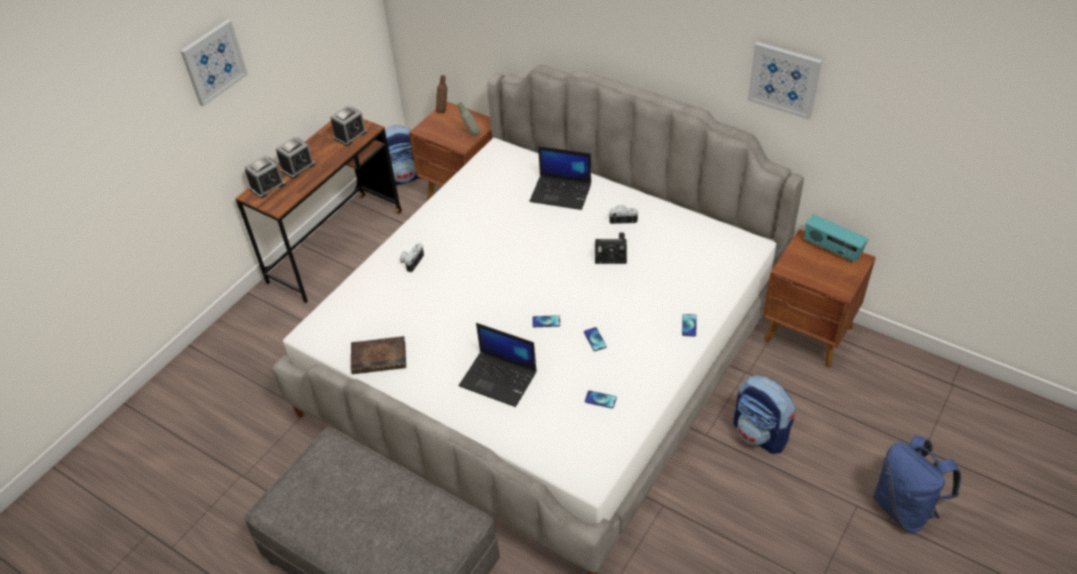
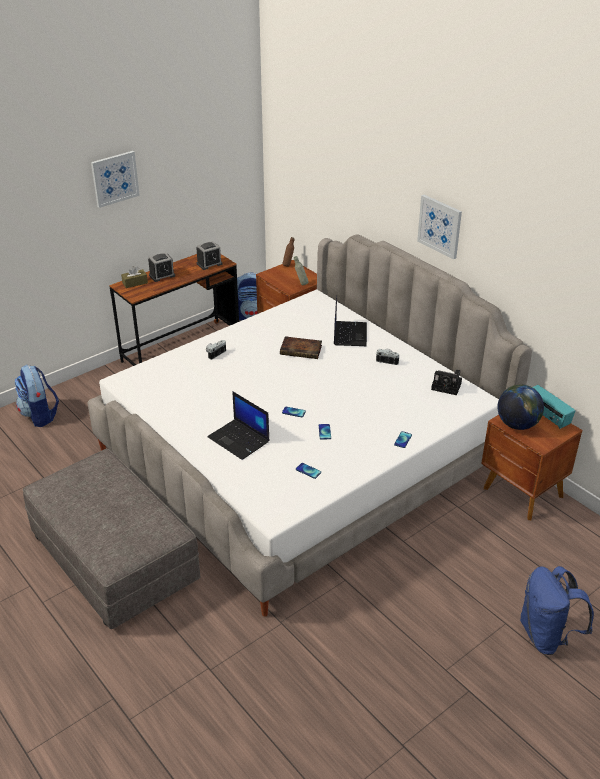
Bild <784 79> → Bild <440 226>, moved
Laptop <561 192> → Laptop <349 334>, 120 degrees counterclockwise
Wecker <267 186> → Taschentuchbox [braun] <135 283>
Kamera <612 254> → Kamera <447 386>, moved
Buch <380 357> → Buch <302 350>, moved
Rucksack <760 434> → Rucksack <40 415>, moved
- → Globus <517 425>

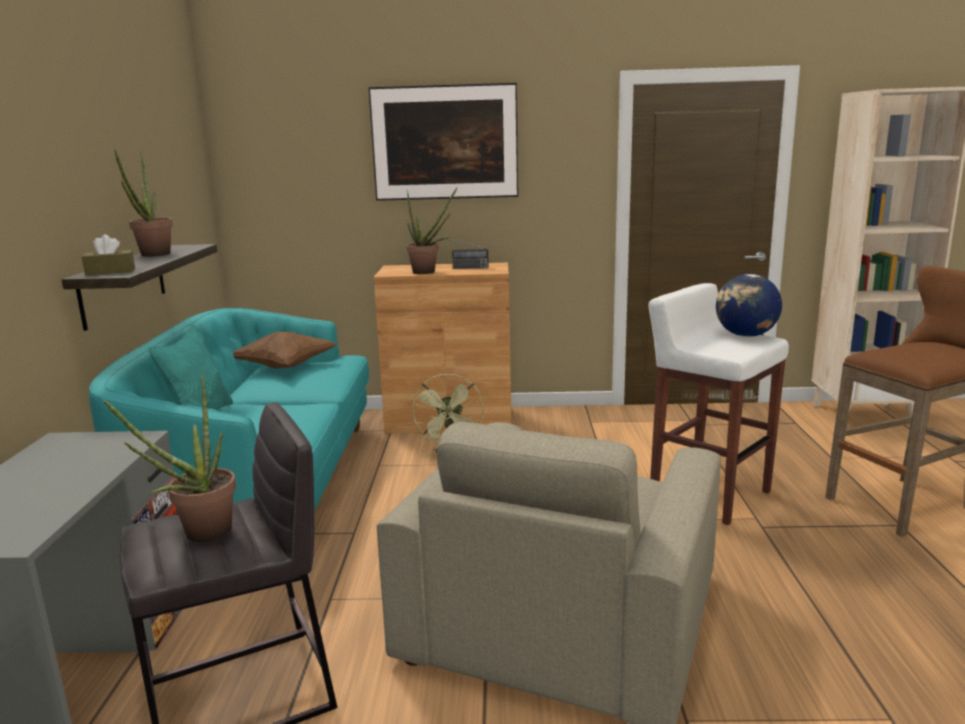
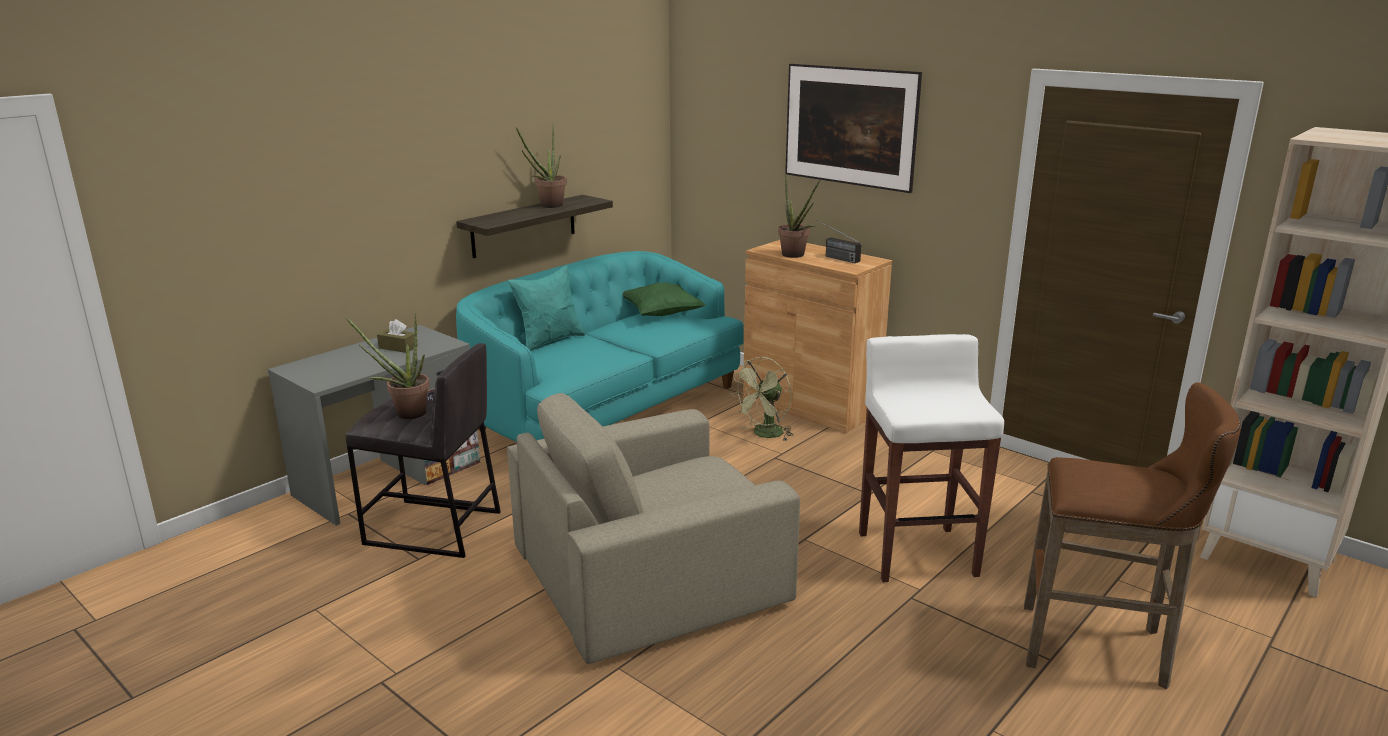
Taschentuchbox [braun] <110 271> → Taschentuchbox [braun] <398 347>, moved
Globus <745 335> → -
Kissen [braun] <285 367> → Kissen [grün] <662 314>

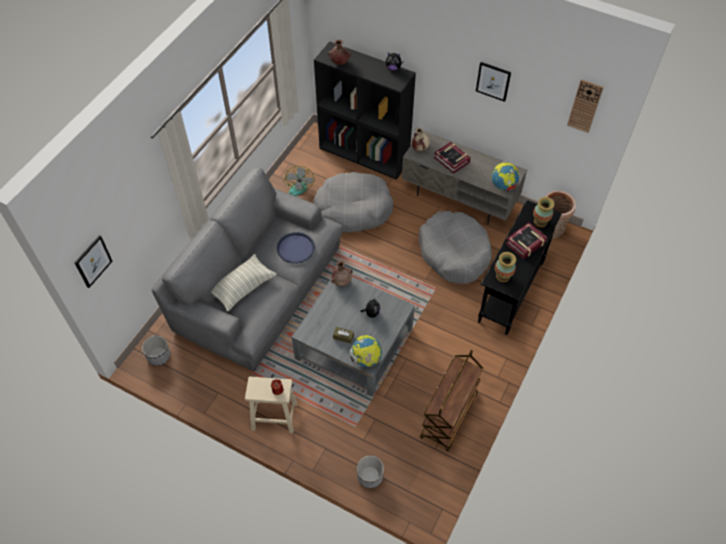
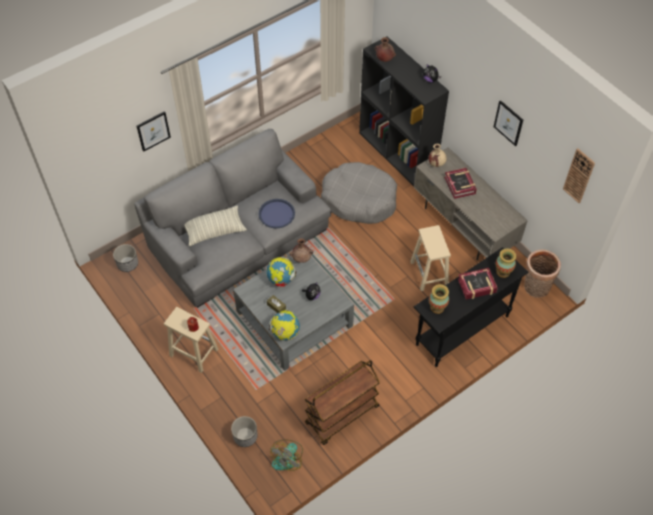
Globus <503 185> → Globus <281 280>, moved
Ventilator <298 185> → Ventilator <287 457>, moved
Hundebett [grau] <454 253> → Hocker [beige] <429 274>
Bild <93 261> → Bild <153 131>, moved

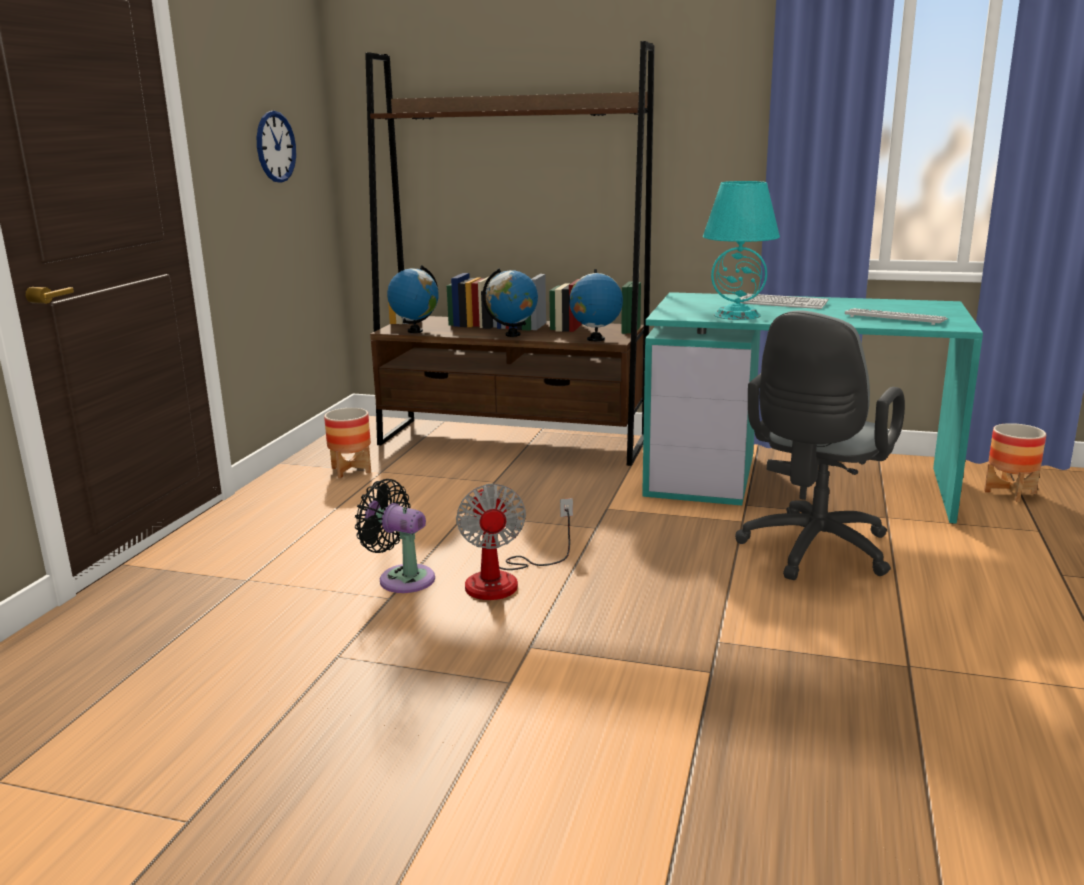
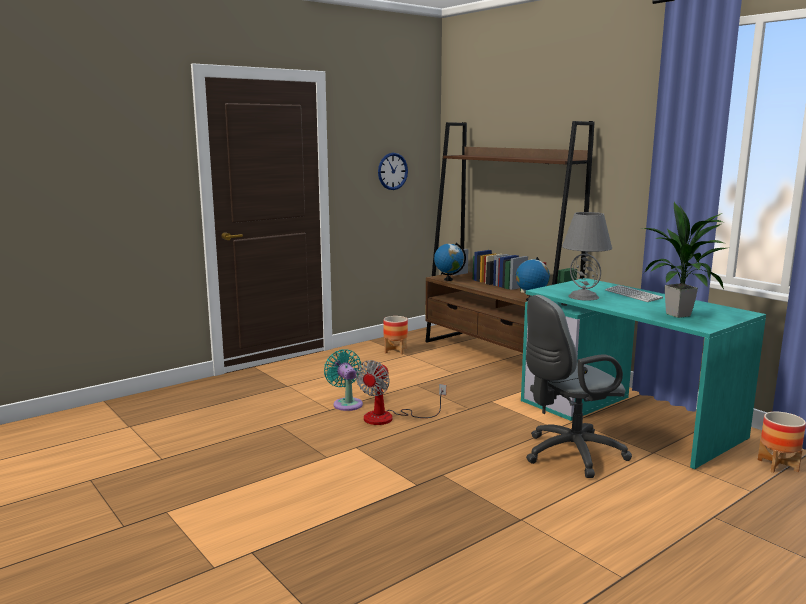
Tischlampe [türkis] <736 315> → Tischlampe [grau] <583 296>
Globus <512 335> → -
Tastatur <895 318> → Topfpflanze <678 315>
Ventilator [schwarz] <402 578> → Ventilator [türkis] <347 403>

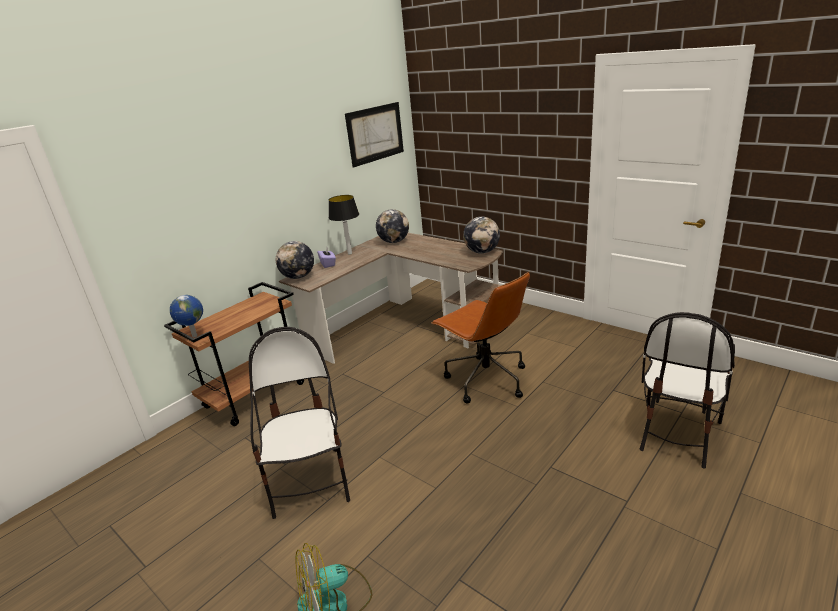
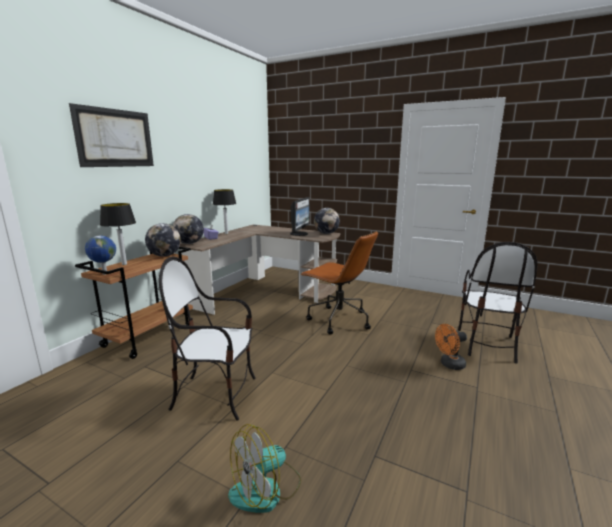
Bild <375 133> → Bild <115 138>, moved
Globus <394 242> → Globus <165 256>, moved
Stuhl <311 482> → Stuhl <216 394>, 60 degrees counterclockwise
- → Monitor <299 234>
- → Tischlampe <124 264>
- → Ventilator [orange] <449 365>

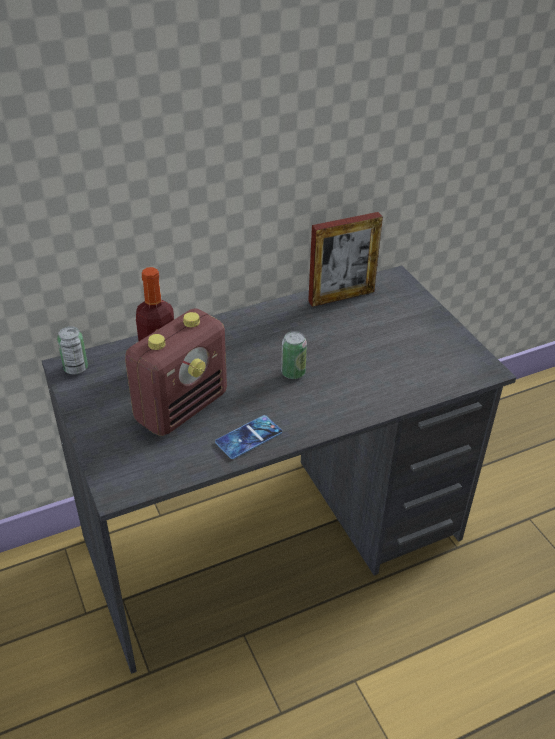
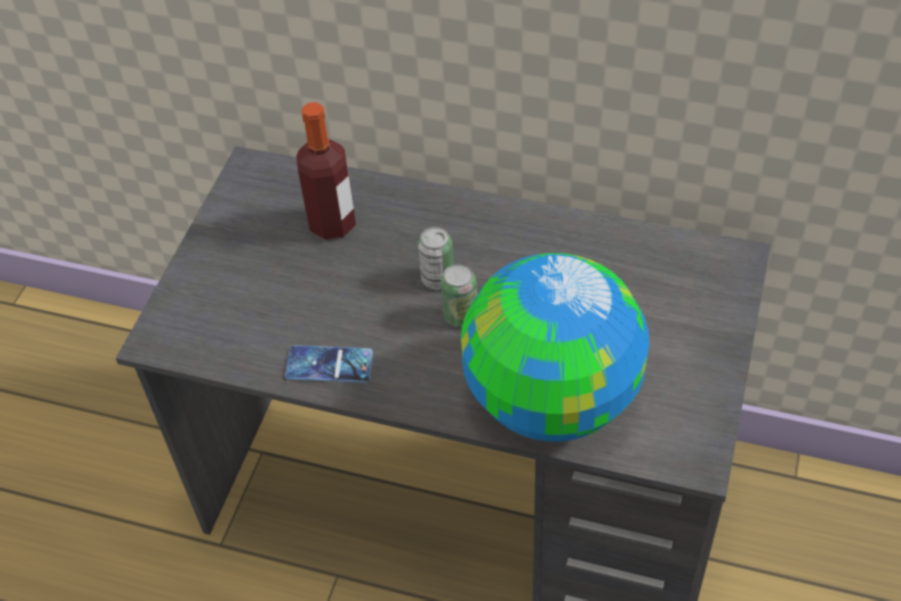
Bilderrahmen <341 296> → -
Radio <182 407> → -
Dose <76 368> → Dose <437 279>, moved
- → Globus <552 400>

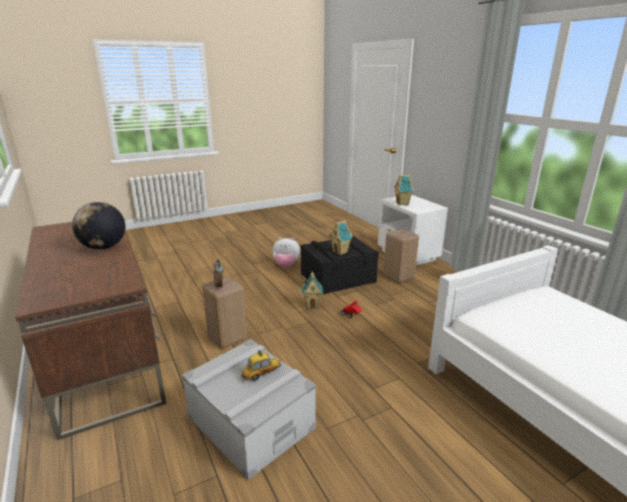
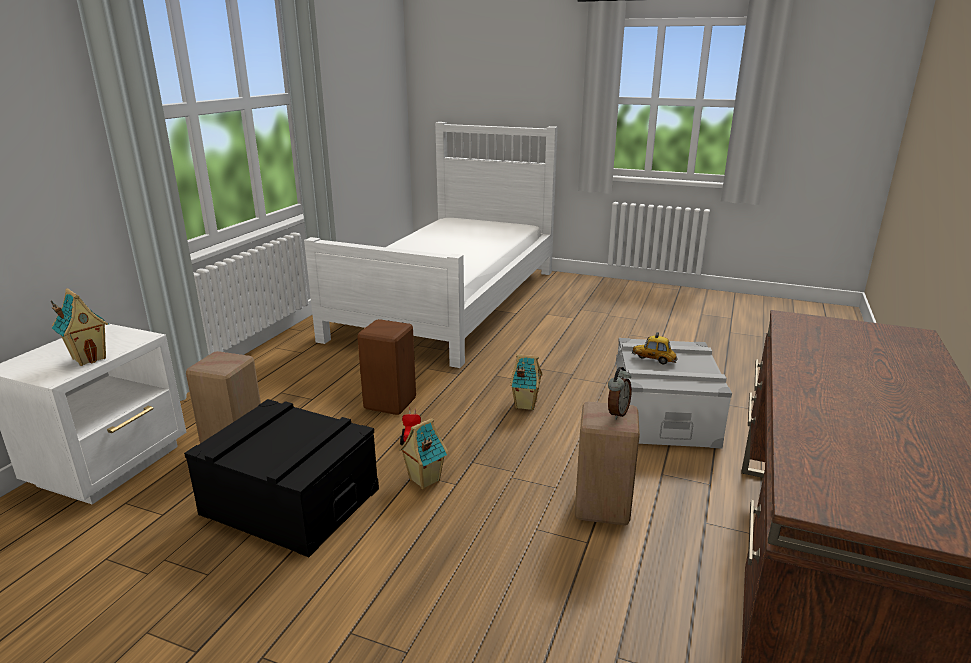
Globus <103 247> → -
Spielzeughaus <340 252> → Spielzeughaus <525 404>, moved
Plüschtier <286 266> → -
- → Hocker [braun] <389 402>

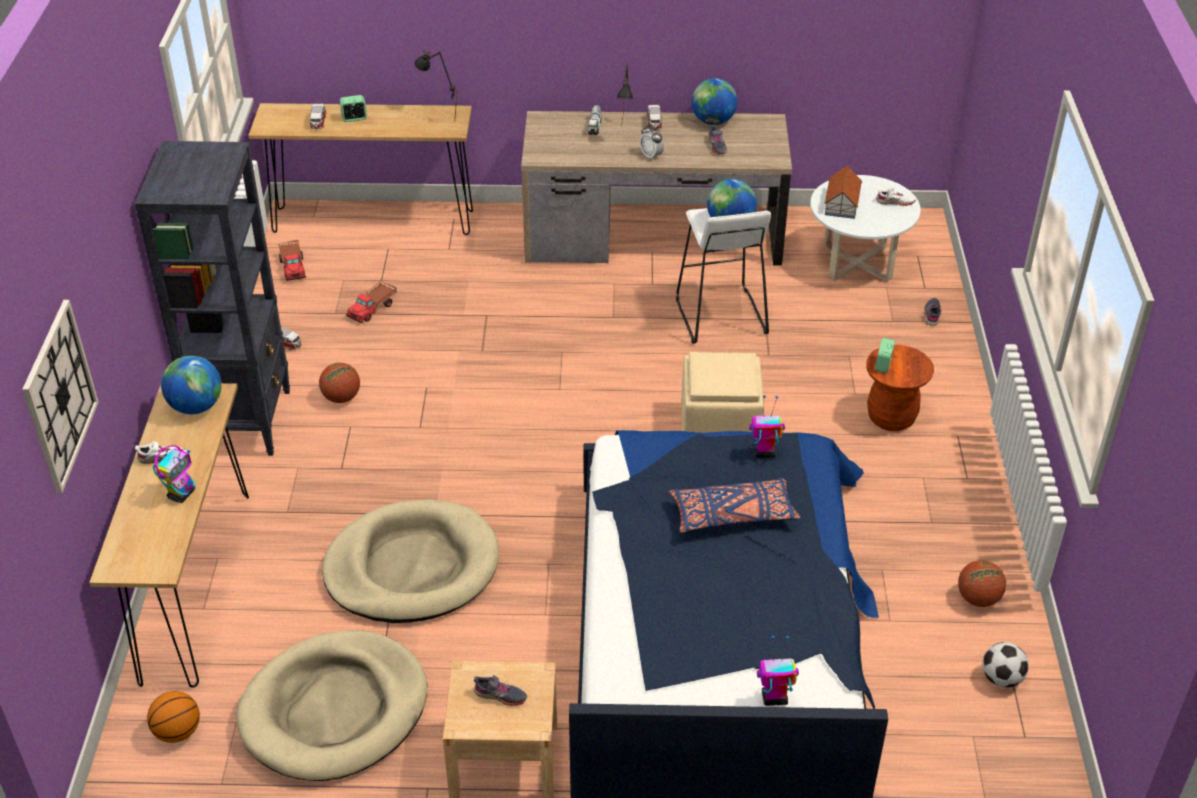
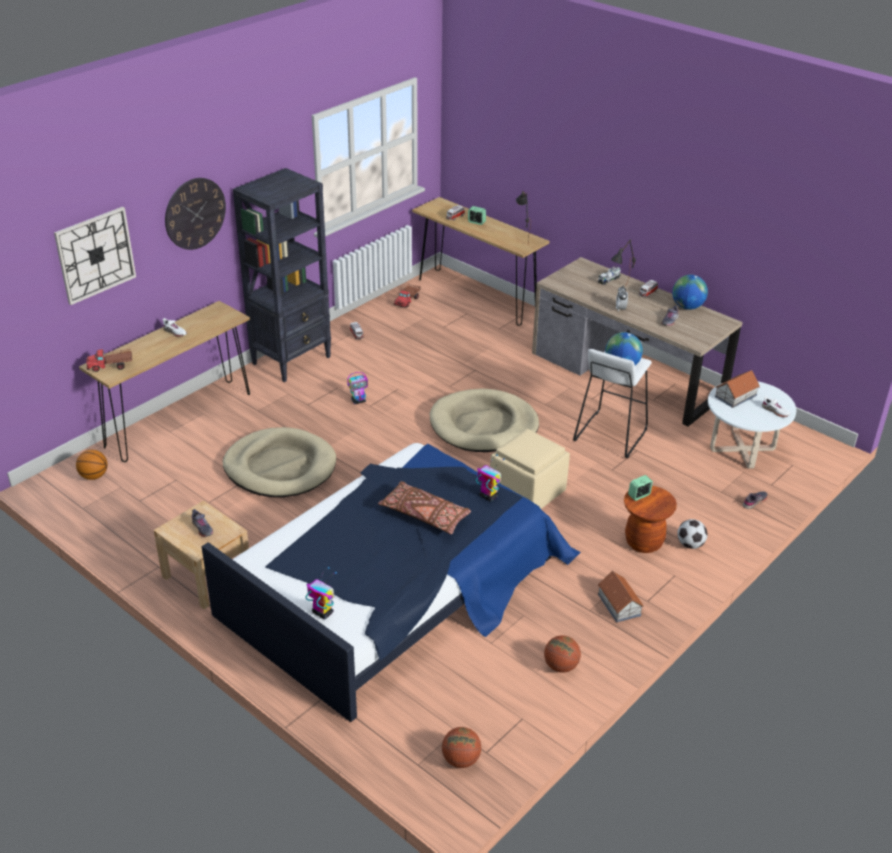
Spielzeuglaster <373 308> → Spielzeuglaster <111 366>, moved
Globus <196 407> → -
Basketball <341 398> → Basketball <461 759>, moved
Spielzeugroboter <182 494> → Spielzeugroboter <358 401>, moved
Kissen [blau] <733 515> → Kissen [braun] <425 515>
Hundebett [beige] <335 710> → Hundebett [beige] <483 425>, moved
Fußball <1001 679> → Fußball <690 545>, moved
- → Wanduhr <195 213>
- → Spielzeughaus <619 605>

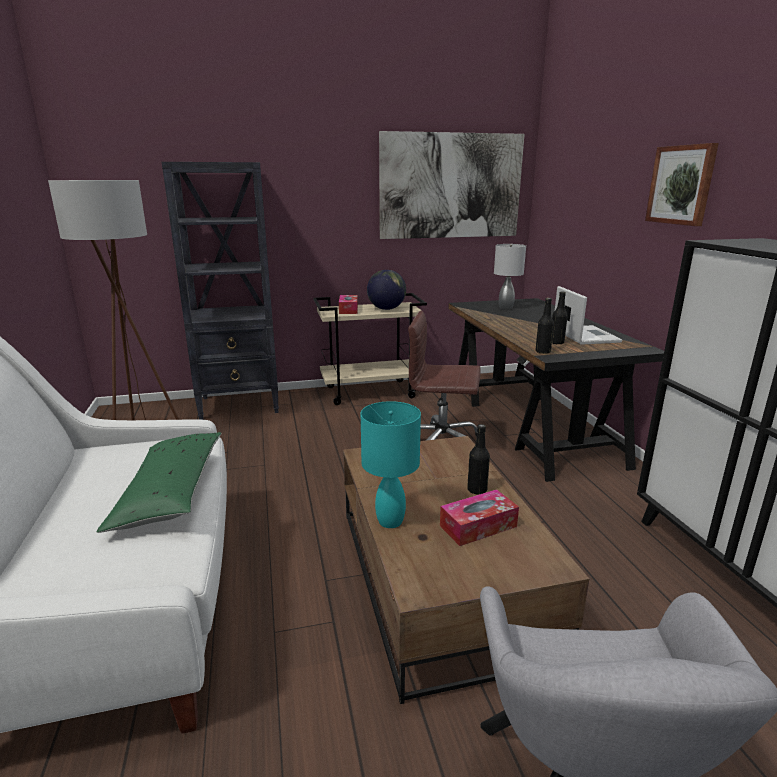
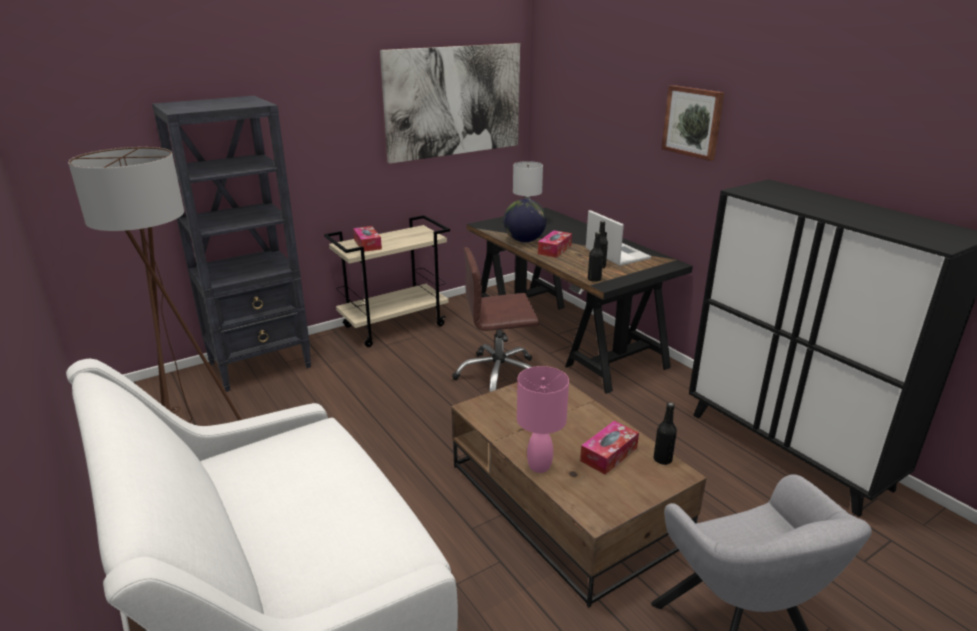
Globus <386 309> → Globus <524 241>, moved
Tischlampe [türkis] <390 521> → Tischlampe [rosa] <539 466>
Flasche [schwarz] <477 490> → Flasche [schwarz] <662 459>, moved
Kissen [grün] <170 492> → -
- → Taschentuchbox <554 249>

